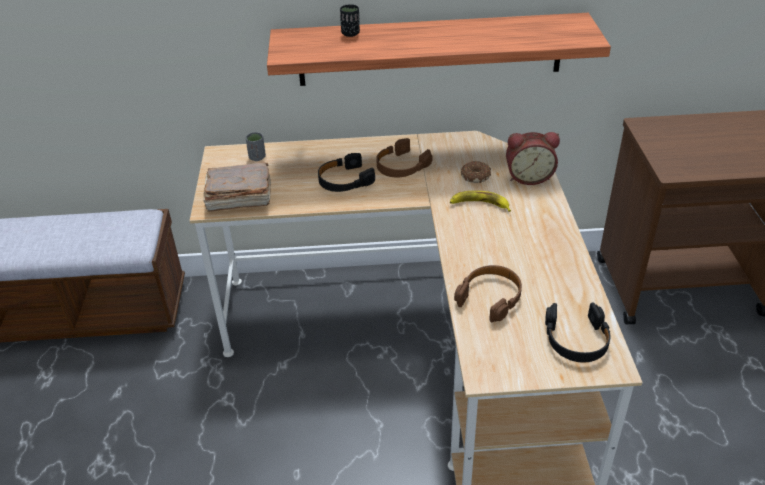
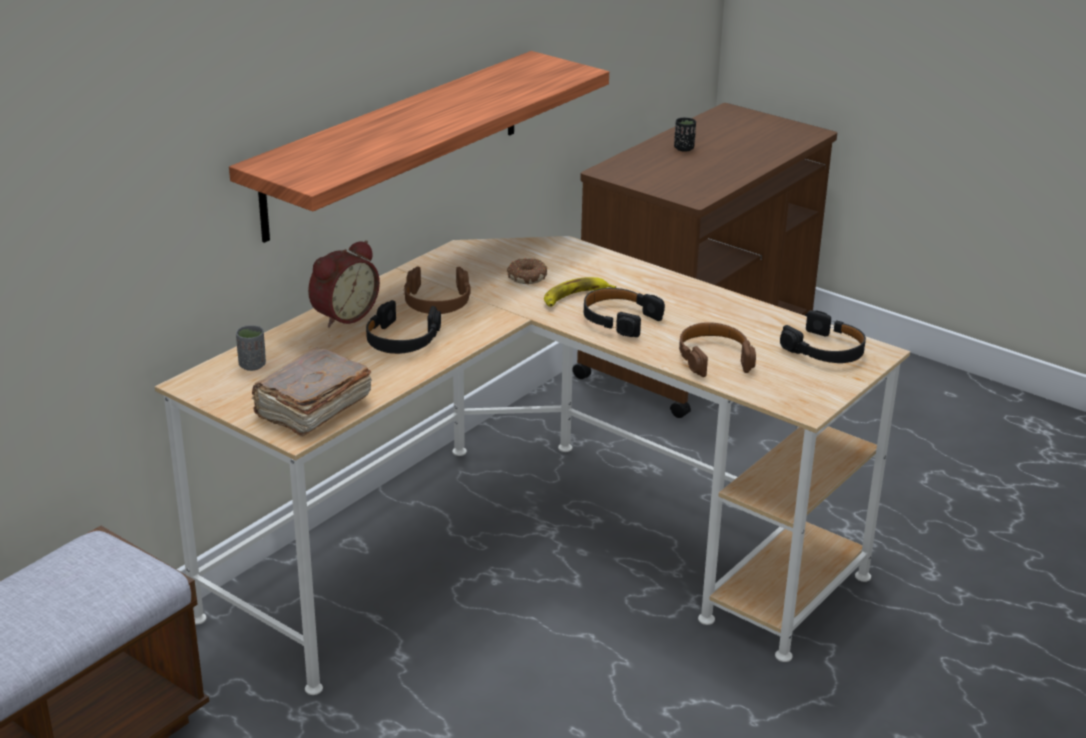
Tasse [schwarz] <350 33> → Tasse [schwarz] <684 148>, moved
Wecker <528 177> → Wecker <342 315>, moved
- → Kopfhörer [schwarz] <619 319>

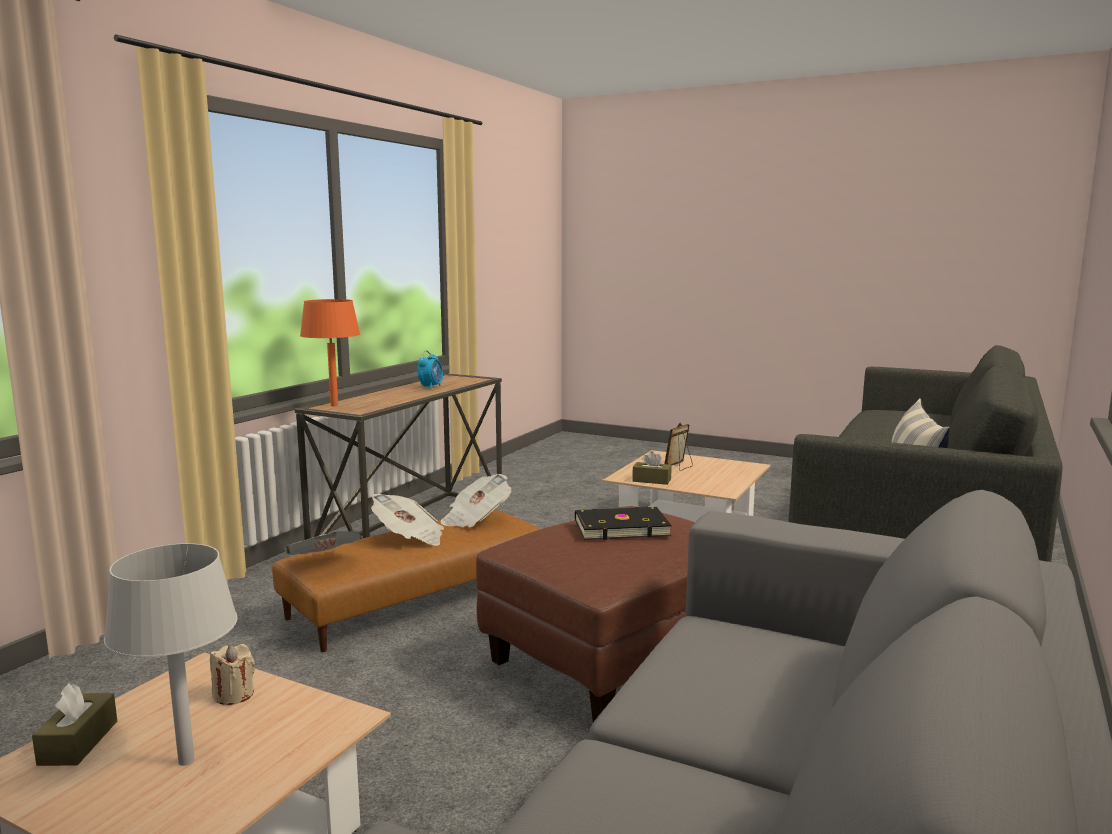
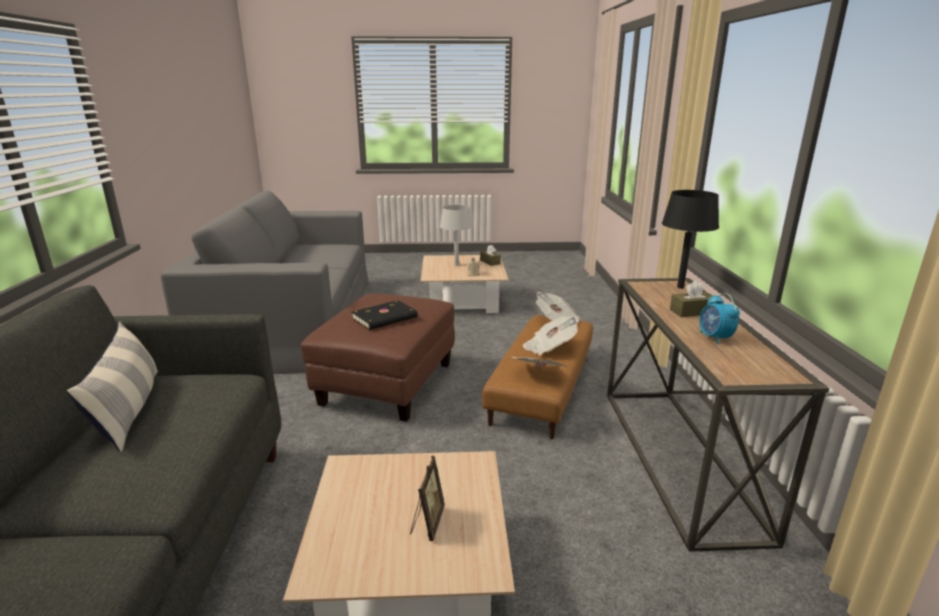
Tischlampe [orange] <334 405> → Tischlampe [schwarz] <680 287>
Taschentuchbox [braun] <651 480> → Taschentuchbox [braun] <692 312>, moved

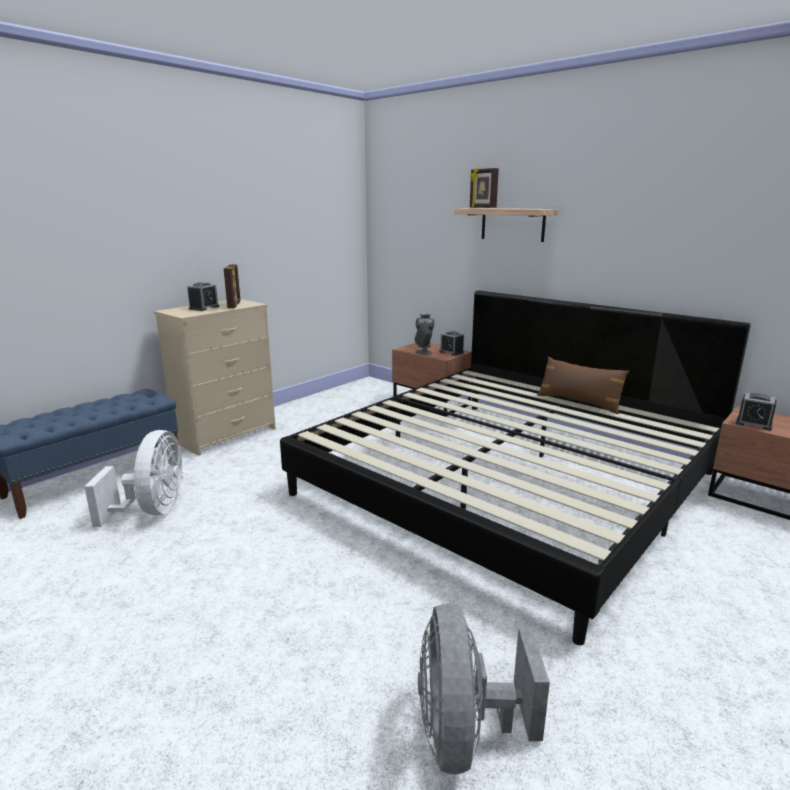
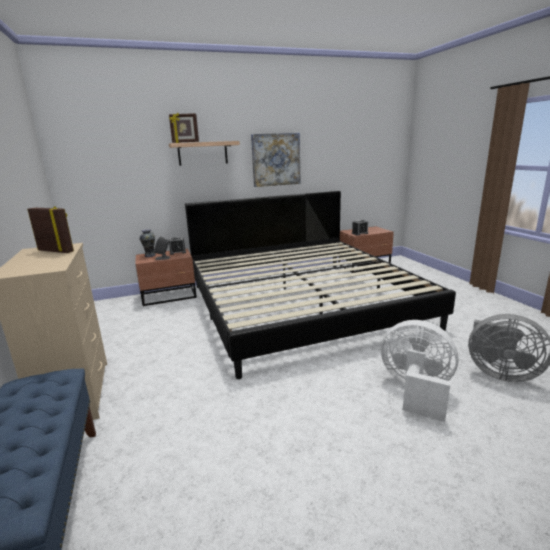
Wecker <204 308> → -
Kissen [braun] <579 402> → -
Ventilator [weiß] <153 511> → Ventilator [weiß] <416 391>, moved
- → Bild <276 159>

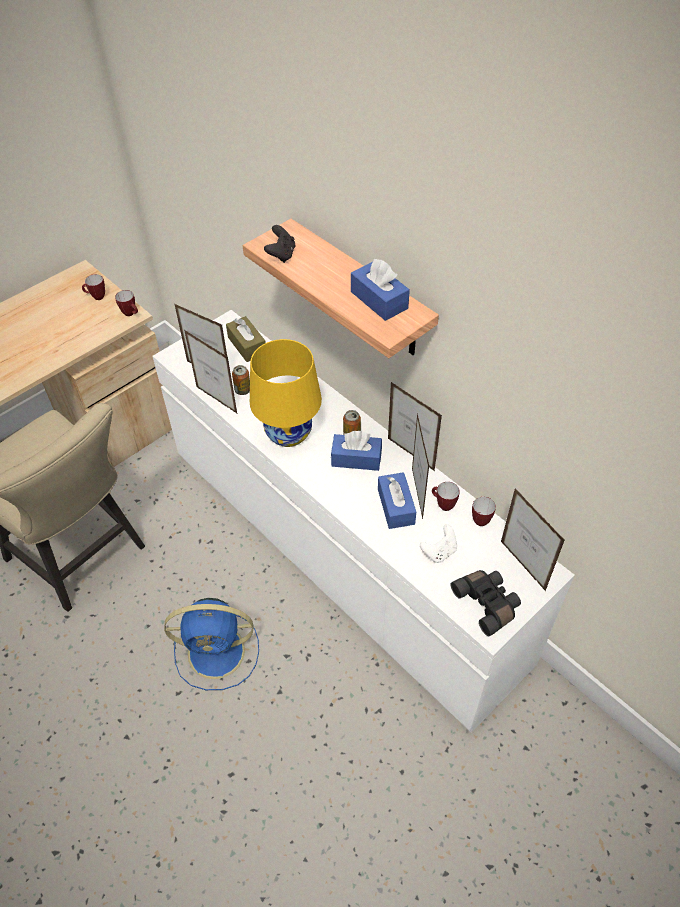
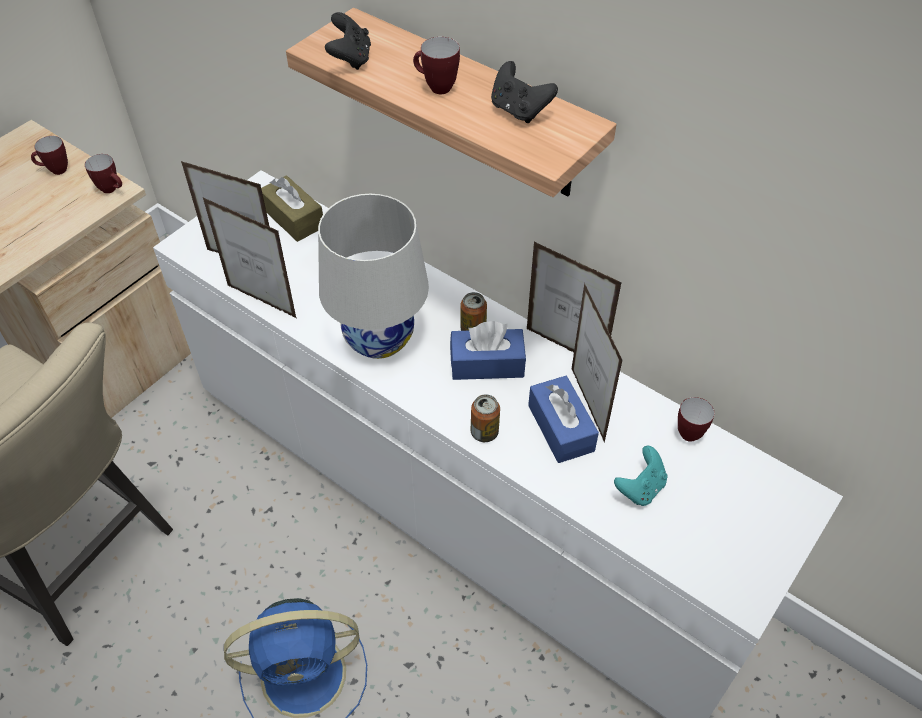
Taschentuchbox [blau] <379 300> → Gamepad [schwarz] <519 111>
Tischlampe [gelb] <288 433> → Tischlampe [weiß] <378 338>
Dose <243 390> → Dose <484 432>, moved
Henkelbecher <442 505> → Henkelbecher <435 87>, moved
Bilderrahmen <522 566> → -
Gamepad [weiß] <439 552> → Gamepad [türkis] <640 488>
Fernglas [schwarz] <487 603> → -

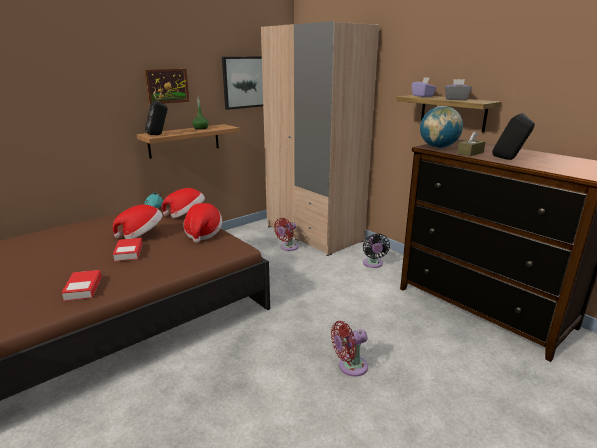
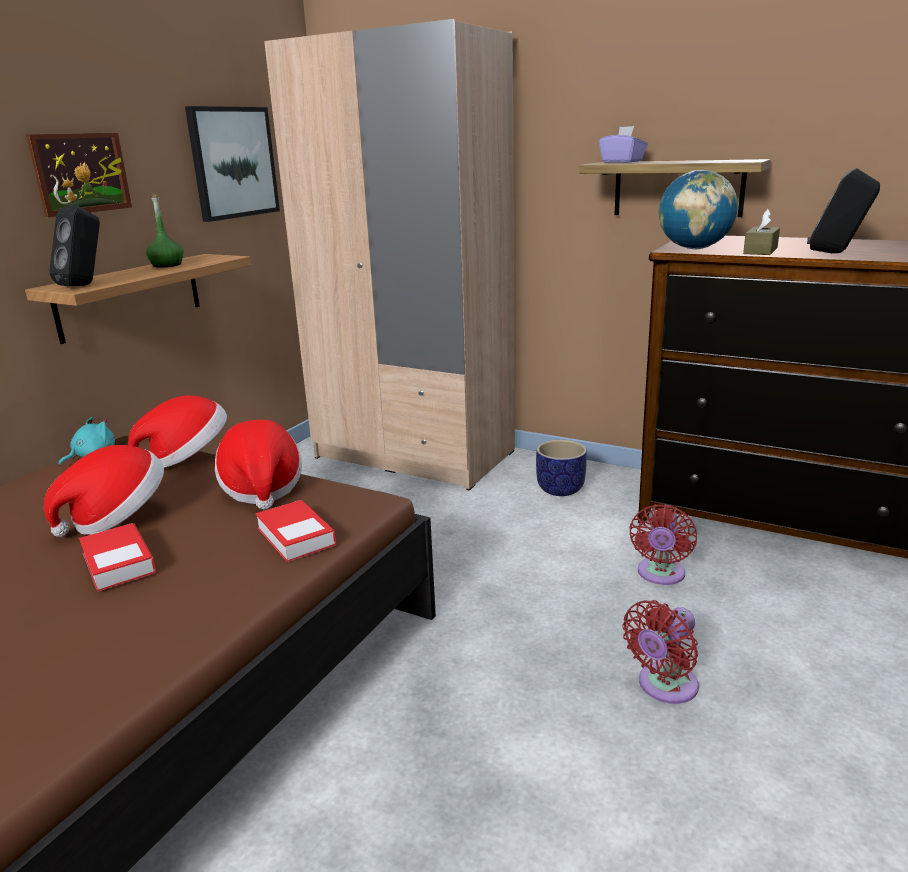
Taschentuchbox [grau] <456 99> → -
Ventilator [rot] <287 247> → Ventilator [rot] <660 575>, moved
Ventilator [schwarz] <373 264> → Pflanzkübel <560 489>
Buch <83 288> → Buch <296 536>, moved

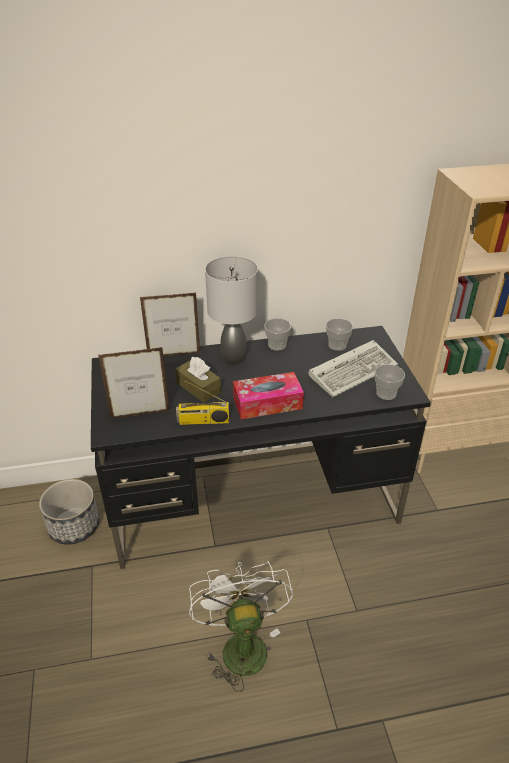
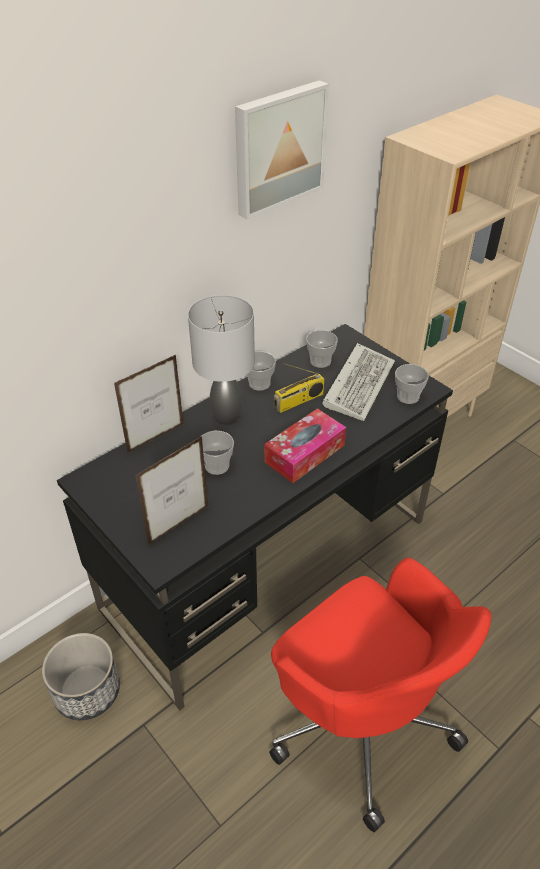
Taschentuchbox [braun] <198 387> → Tasse <217 465>
Radio <203 421> → Radio <298 401>, moved
Ventilator [weiß] <240 644> → Bürostuhl [rot] <360 720>
- → Bild <278 148>

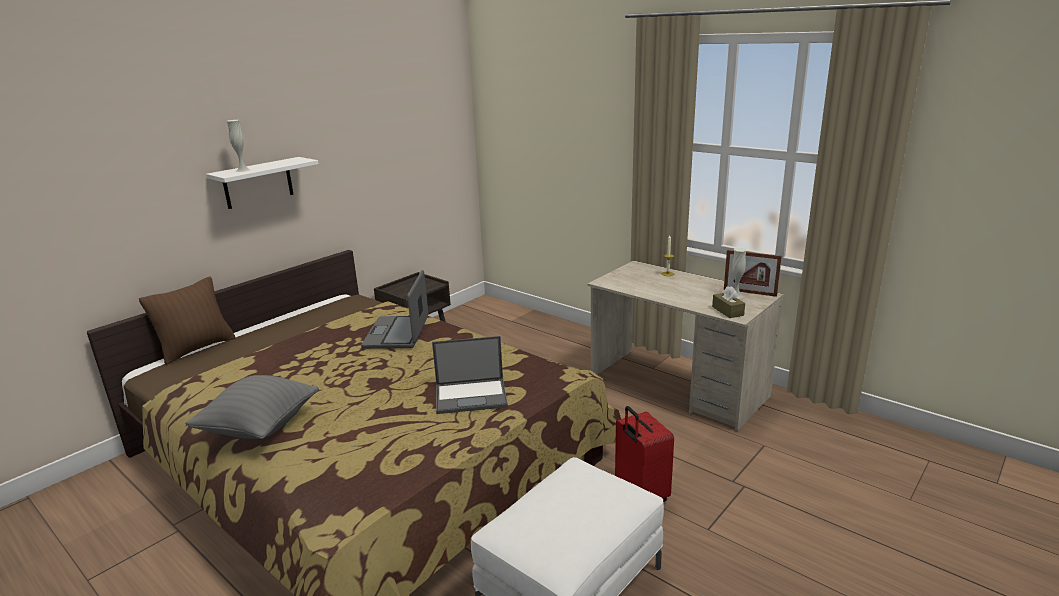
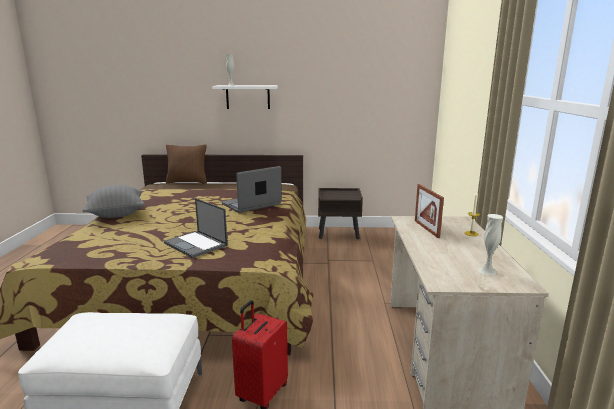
Bilderrahmen <749 292> → Bilderrahmen <426 229>, moved
Taschentuchbox [braun] <727 311> → -

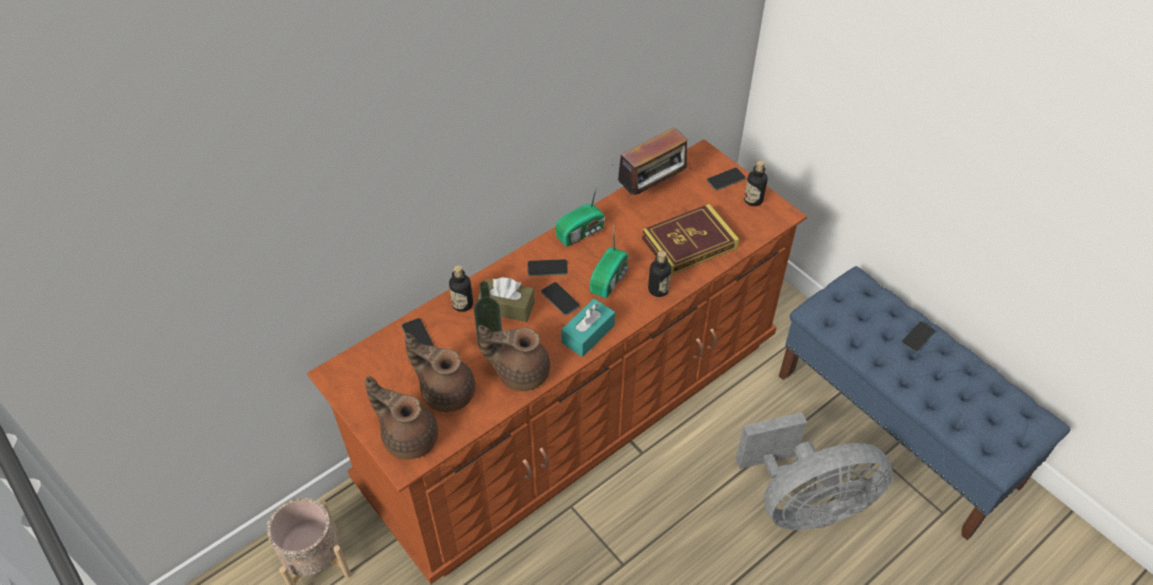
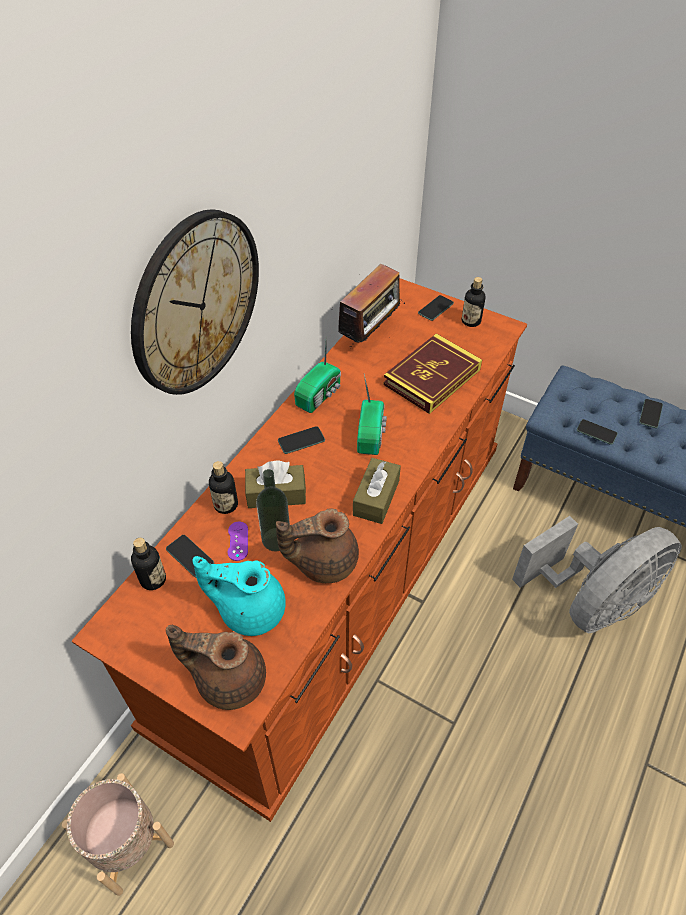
Flasche <658 289> → Flasche <153 579>, moved
Handy <560 299> → Handy <596 432>, moved
Taschentuchbox [türkis] <588 334> → Taschentuchbox [braun] <376 498>
Teekanne [braun] <446 391> → Teekanne [türkis] <249 609>
- → Wanduhr <196 303>
- → Gamepad [lila] <238 541>

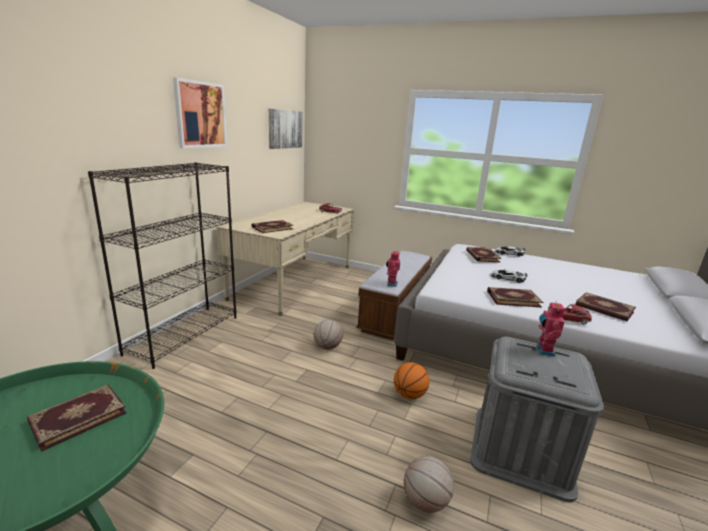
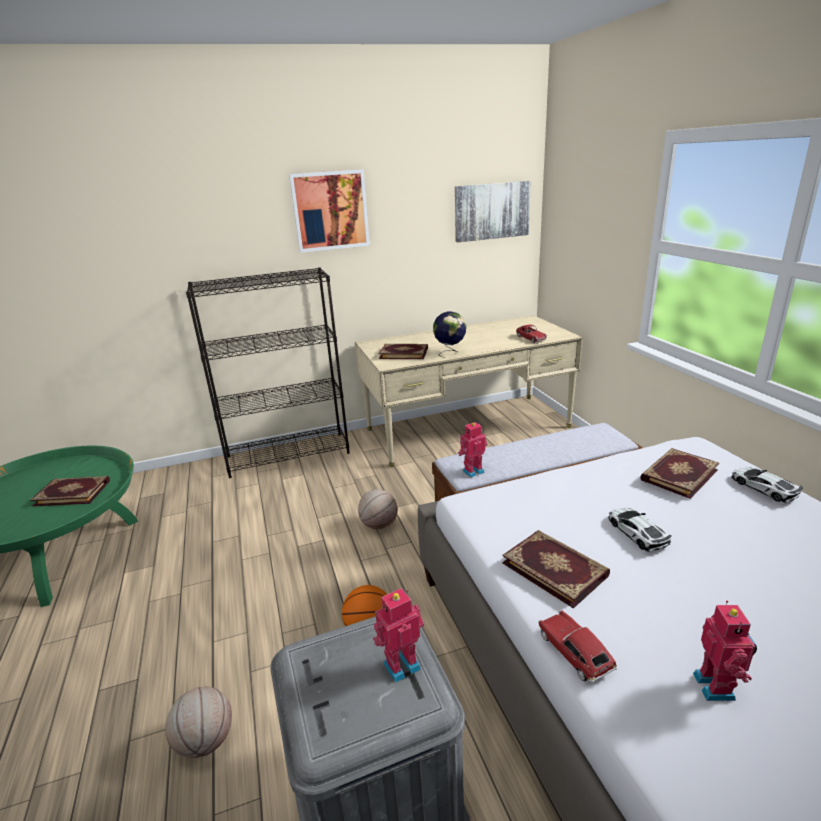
Buch <604 309> → Spielzeugroboter <716 686>
- → Globus <450 353>

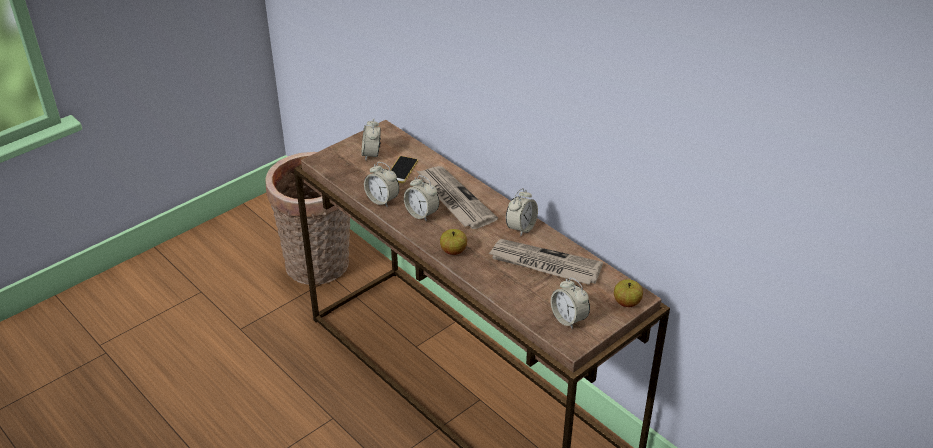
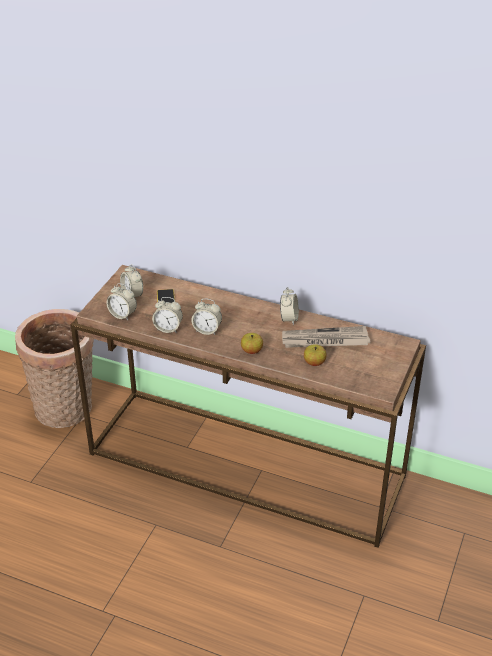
Zeitung <454 199> → -
Wecker <568 319> → Wecker <122 315>, moved
Apfel <627 302> → Apfel <314 363>, moved

